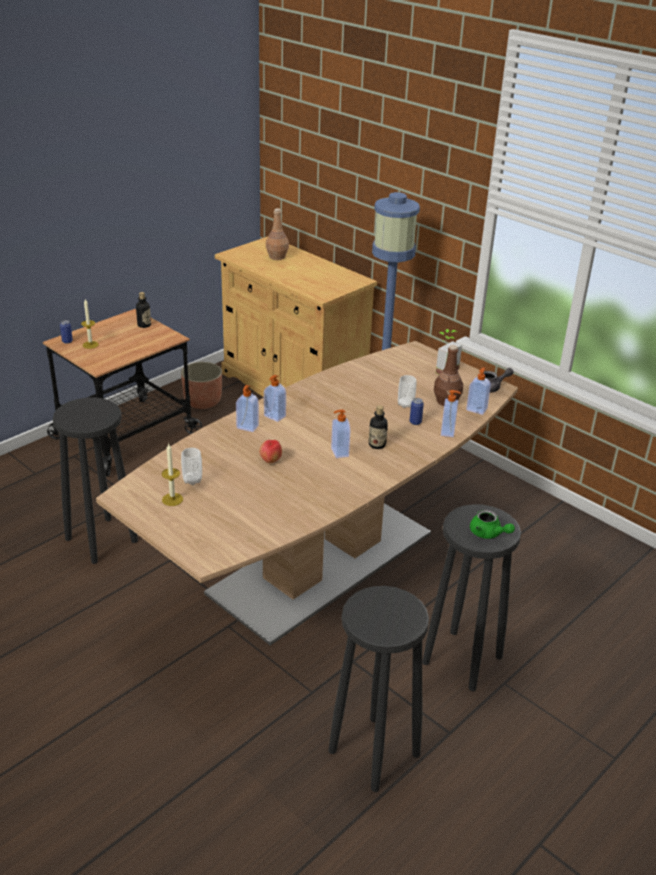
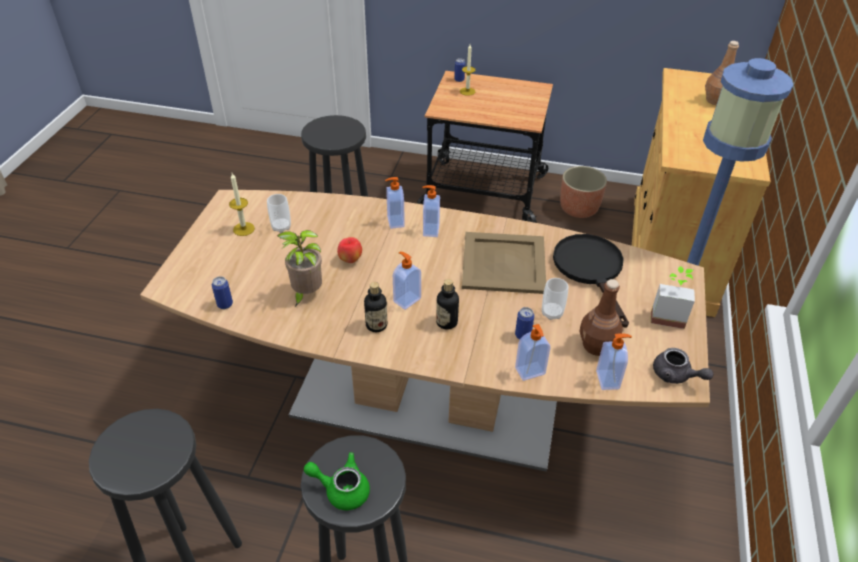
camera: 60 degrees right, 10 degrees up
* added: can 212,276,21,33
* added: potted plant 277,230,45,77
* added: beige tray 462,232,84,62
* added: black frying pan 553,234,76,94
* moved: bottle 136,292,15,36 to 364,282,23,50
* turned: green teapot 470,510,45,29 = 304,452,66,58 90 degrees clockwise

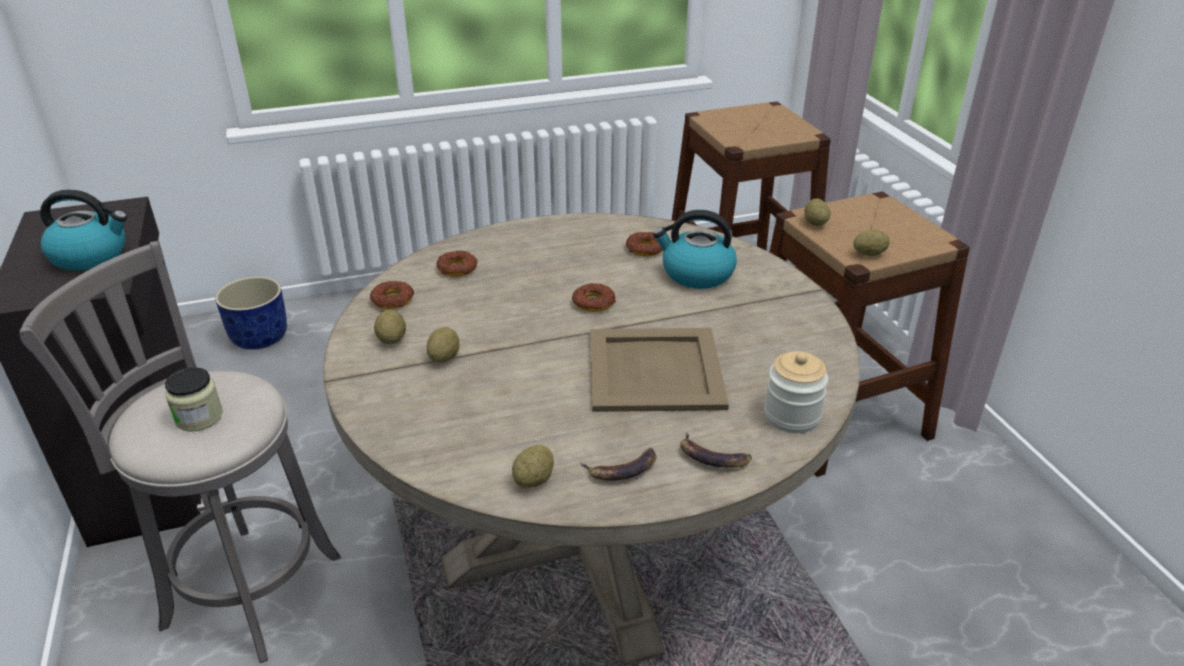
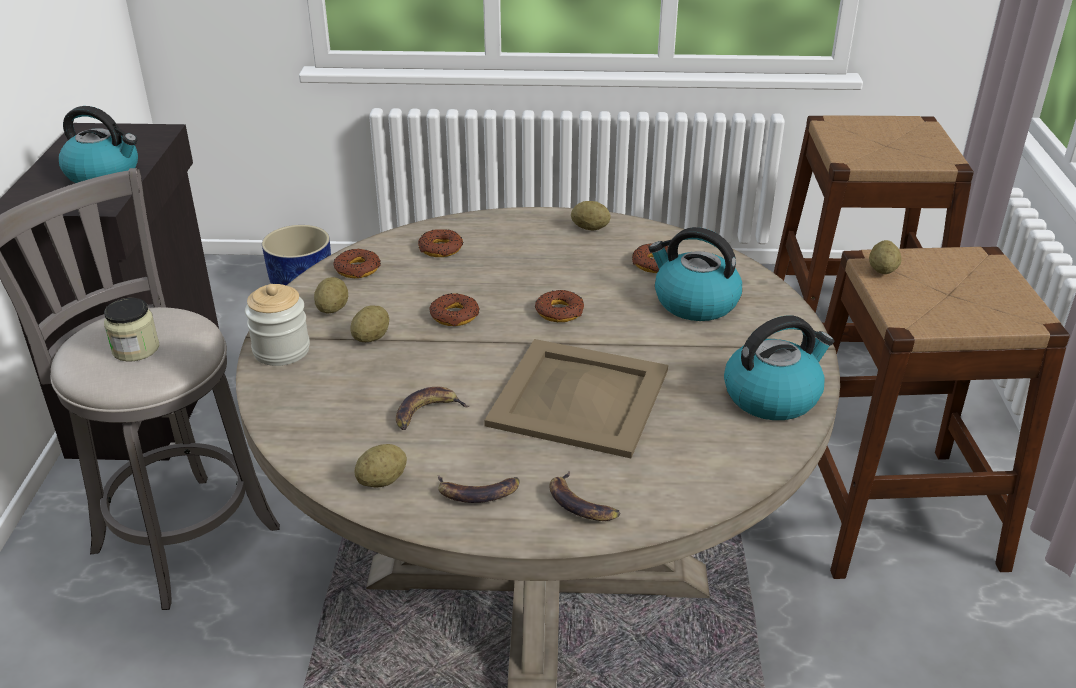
camera: 20 degrees right, 0 degrees up
* added: banana 396,387,73,43
* added: donut 429,293,51,33
* added: kettle 724,315,110,105
* moved: jar 764,351,64,82 to 245,284,65,82
* moved: potato 853,230,37,26 to 571,201,39,30

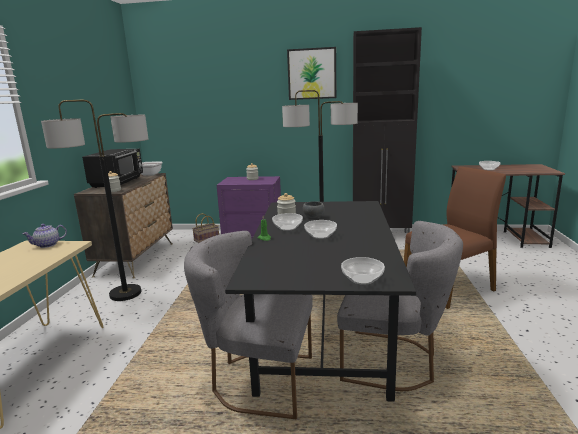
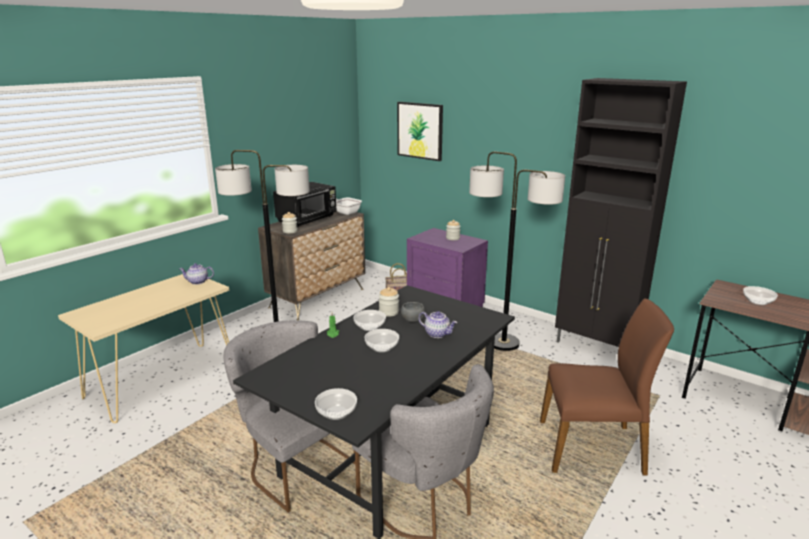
camera: 30 degrees right, 5 degrees up
* added: teapot 419,311,38,27
* moved: picture 287,47,49,53 to 397,102,46,59

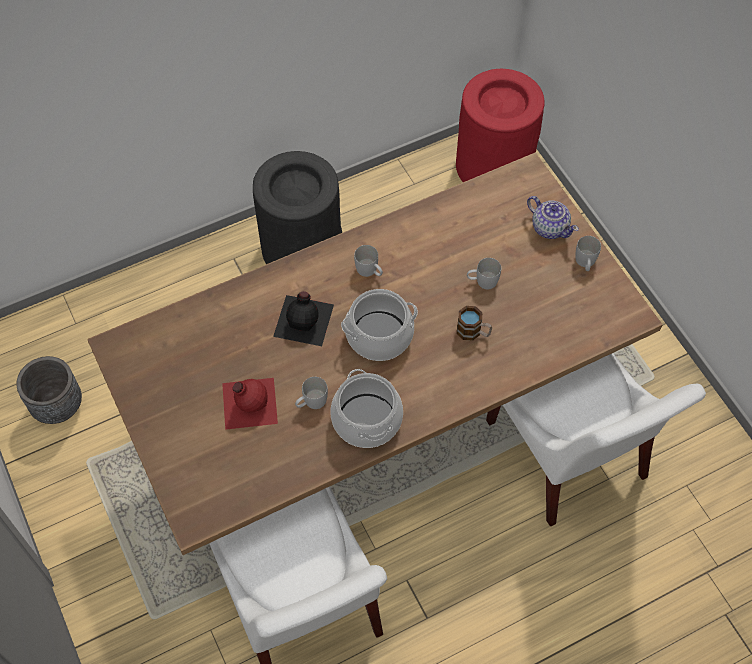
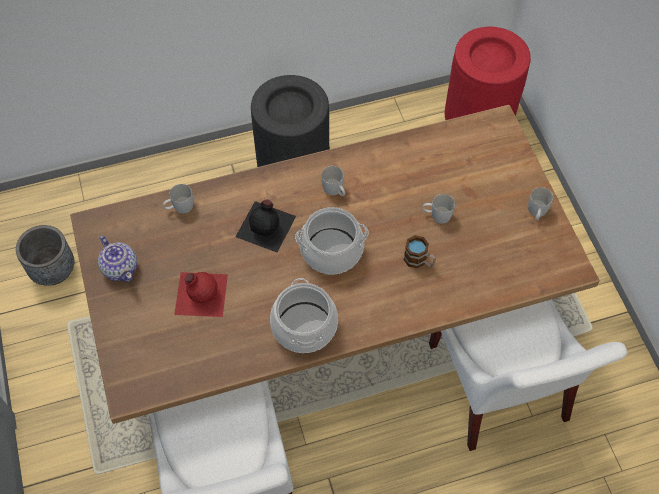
camera: 10 degrees right, 0 degrees up
* moved: white mug 295,377,33,32 to 163,184,30,29
* moved: teapot 527,196,52,43 to 98,235,39,47

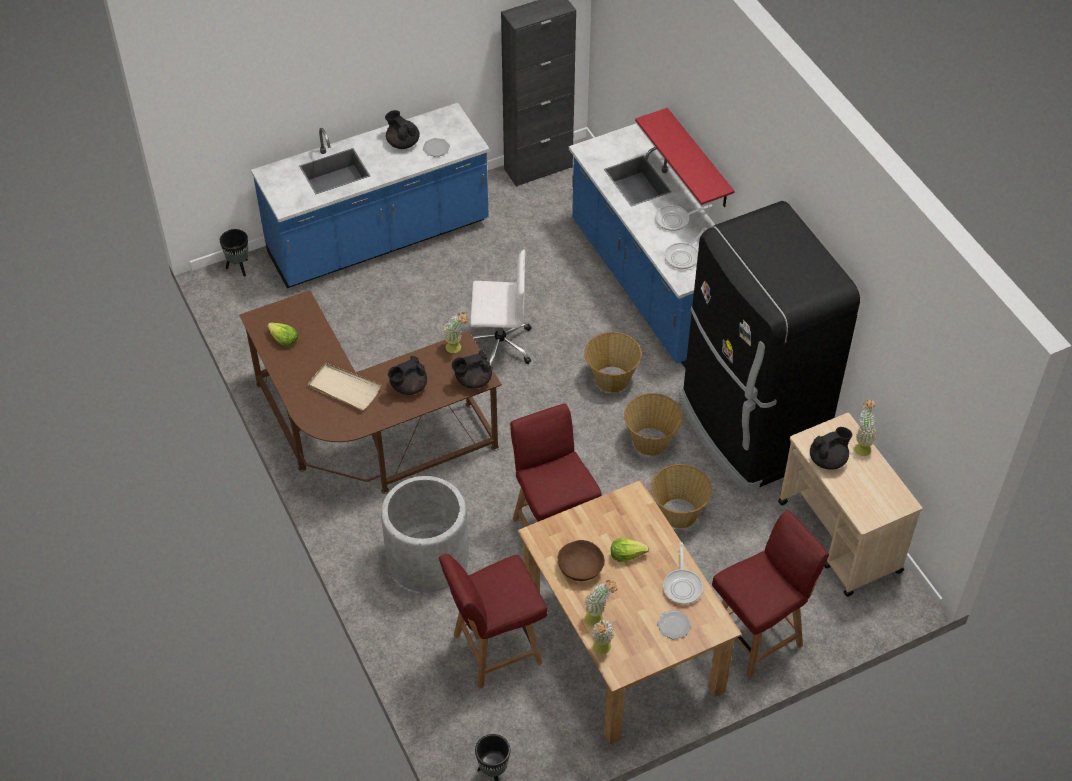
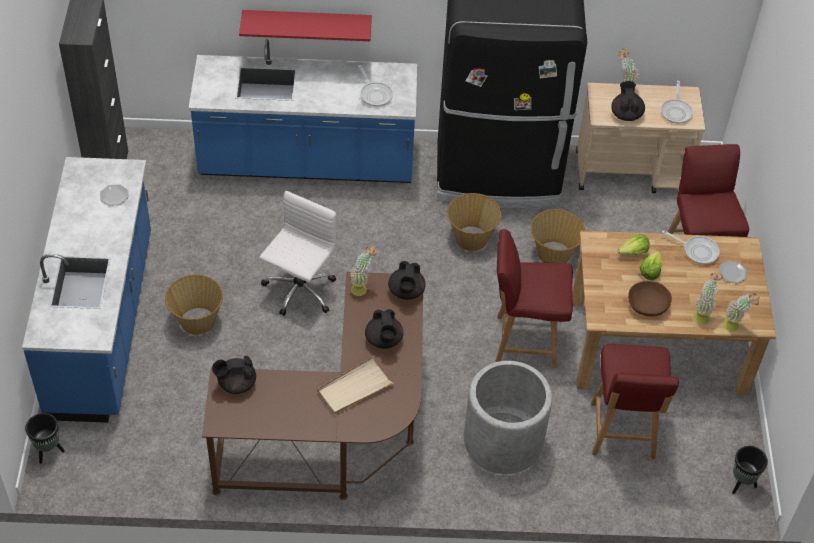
camera: 65 degrees left, 0 degrees up
* moved: lettuce 267,323,31,23 to 618,234,32,21
* moved: black teapot 385,110,35,39 to 212,356,44,38
* moved: basket 584,332,58,61 to 165,275,58,60
* moved: frying pan 655,204,57,27 to 661,81,32,43

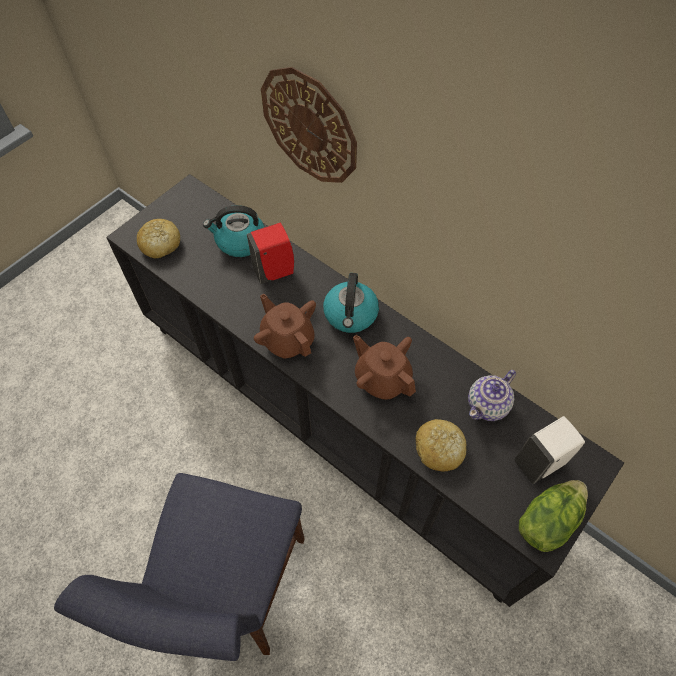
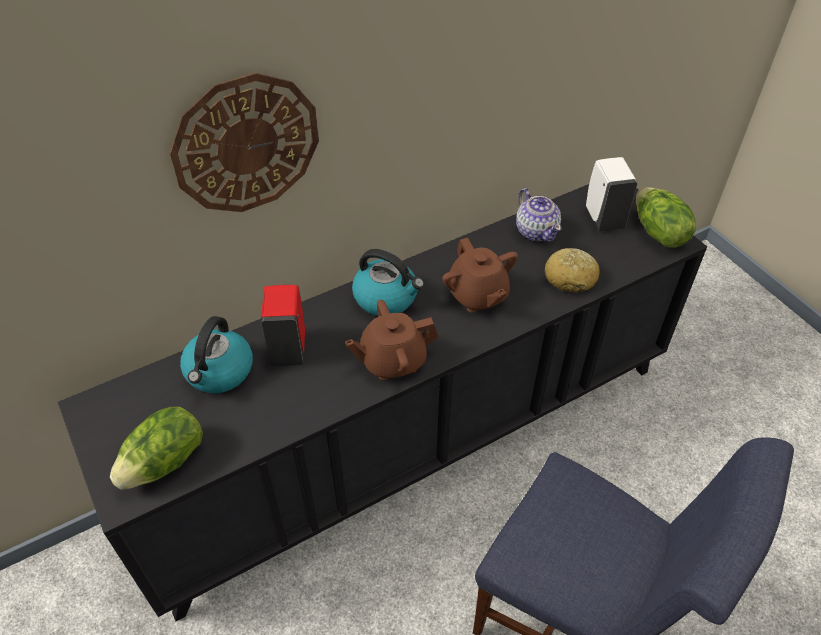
camera: 70 degrees left, 10 degrees down
* replaced: bread 137,219,43,39 to lettuce 110,407,93,83
* turned: brown teapot 353,335,63,64 = 442,238,76,74 90 degrees counterclockwise

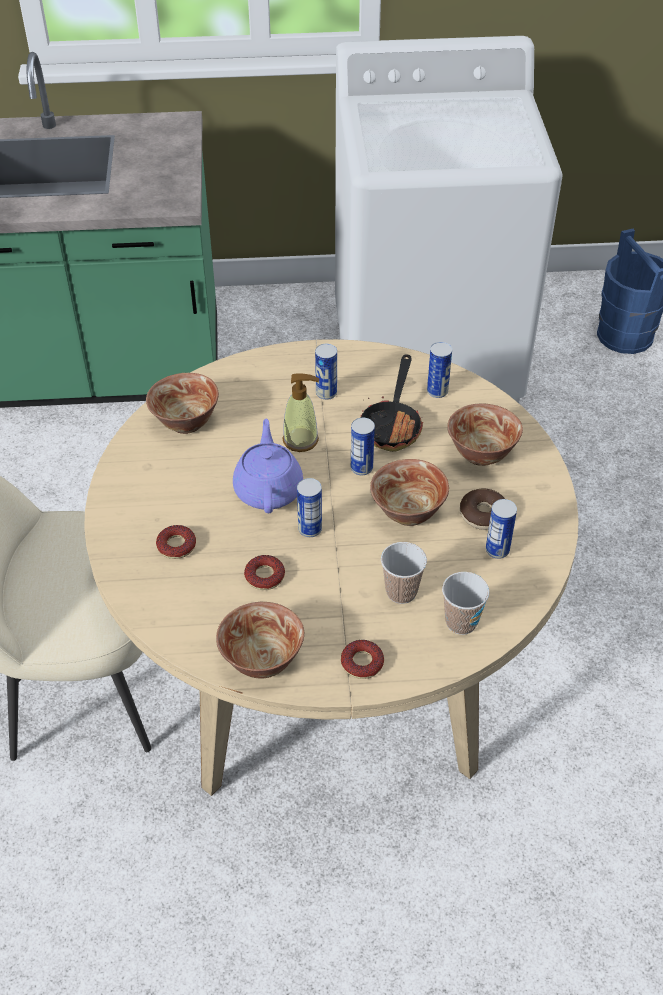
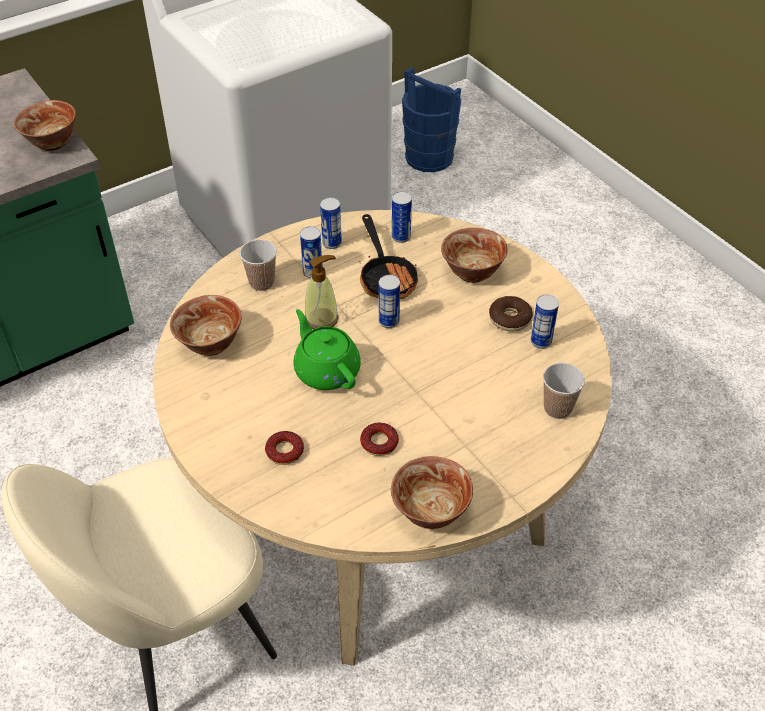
camera: 30 degrees left, 0 degrees up
* removed: donut 341,640,43,39
* moved: can 297,478,25,59 to 320,197,22,52
* moved: bowl 370,459,79,67 to 14,100,62,51
* moved: cup 381,542,46,62 to 240,239,37,52
* recoloured: purple teapot 233,419,70,94 to green teapot 293,309,68,81

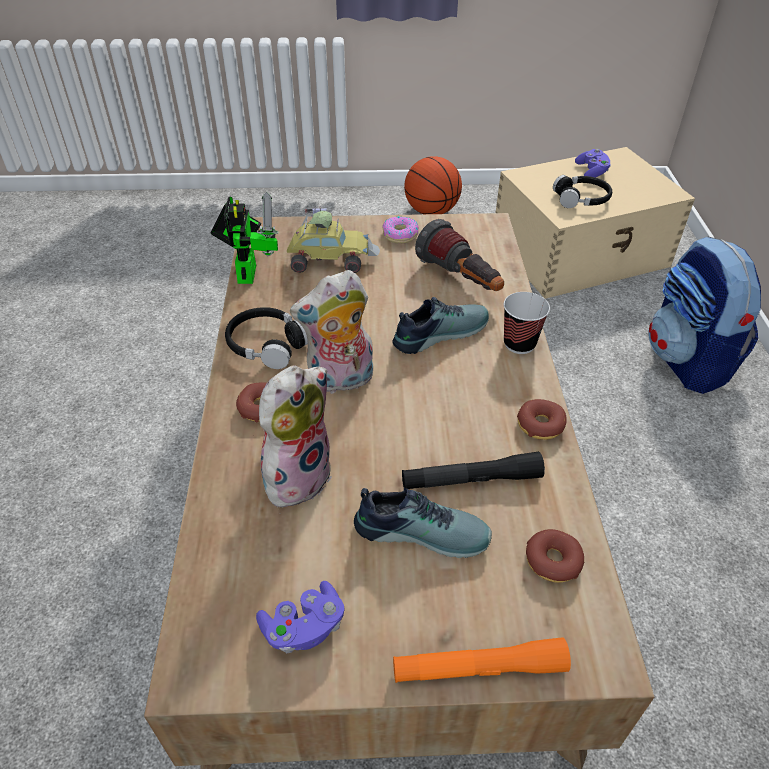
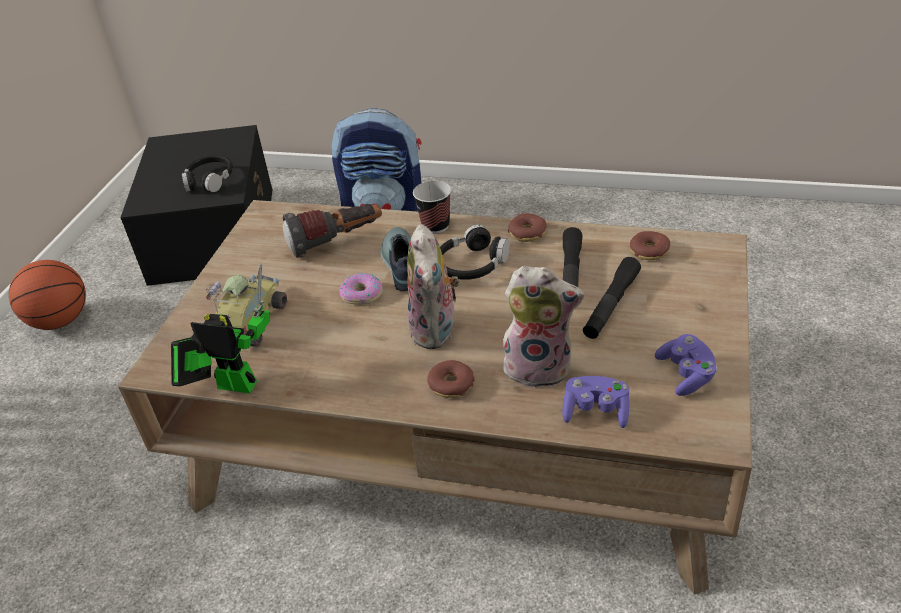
camera: 70 degrees left, 5 degrees down
* removed: orange flashlight 393,637,178,46
* moved: black headphones 225,307,83,62 to 440,224,70,56
* moved: donut 382,216,37,28 to 340,273,43,32
* moved: purple game controller 575,149,36,29 to 562,376,67,52
* replaced: shoe 354,488,138,70 to black flashlight 583,257,58,82
* recoloured: beige storage box 496,147,199,152 to black storage box 120,125,152,161
* turned: plush toy 259,365,73,144 = 501,266,83,122 135 degrees clockwise

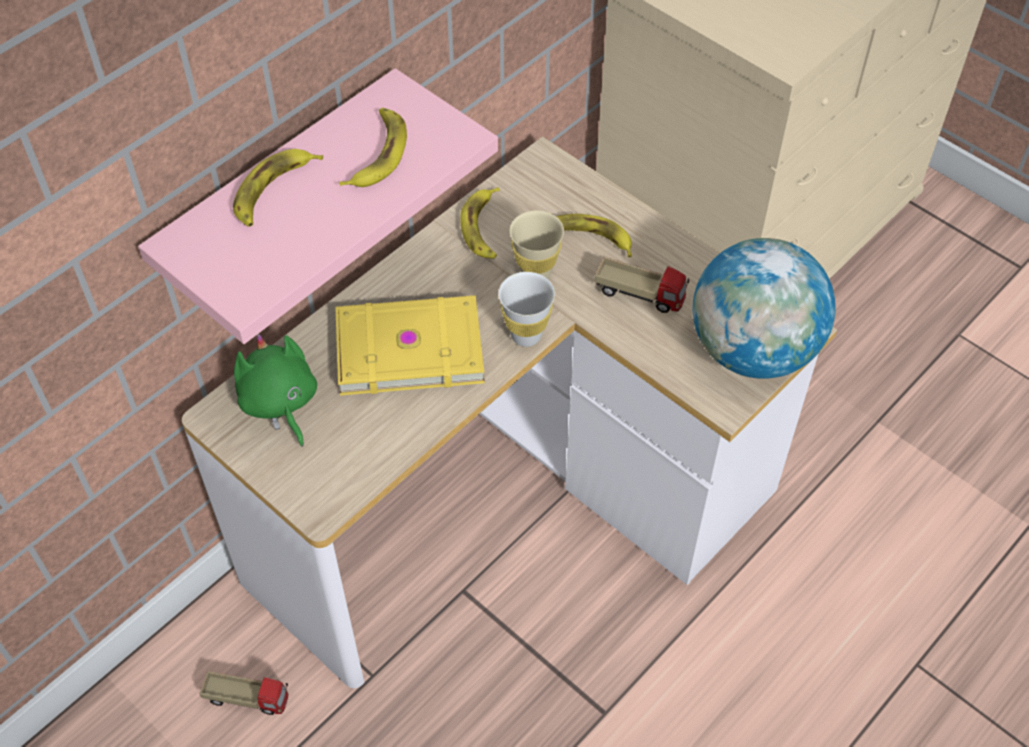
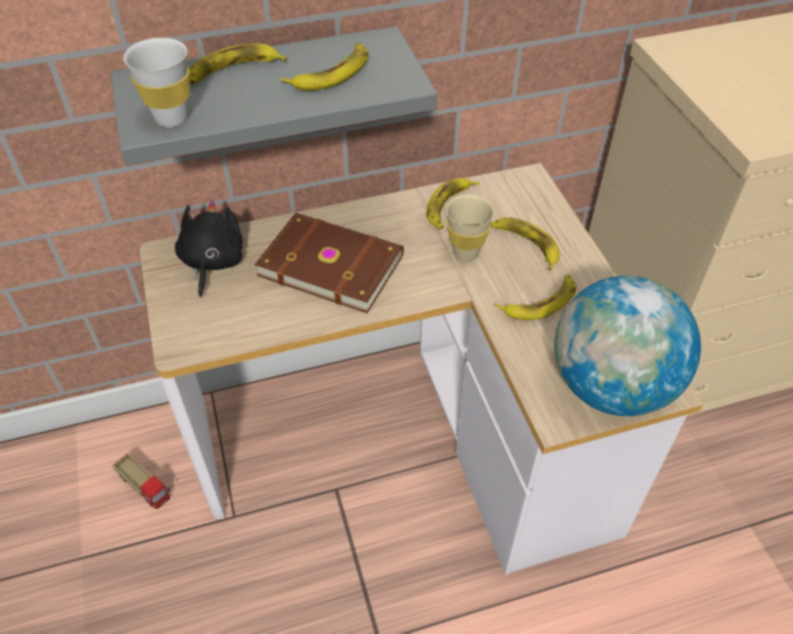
camera: 30 degrees right, 5 degrees down
* moved: white cup 499,272,56,75 to 124,38,66,90
* replaced: toy truck 594,257,95,56 to banana 495,274,81,46
* recoloured: pink shelf 138,68,360,276 to grey shelf 111,26,326,139
* recoloured: green plush toy 234,334,83,113 to black plush toy 175,200,67,98
* recoloured: yellow book 335,295,150,101 to brown book 255,213,149,100

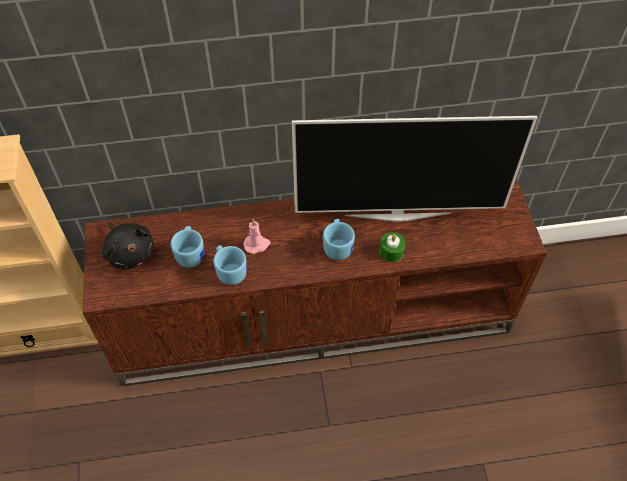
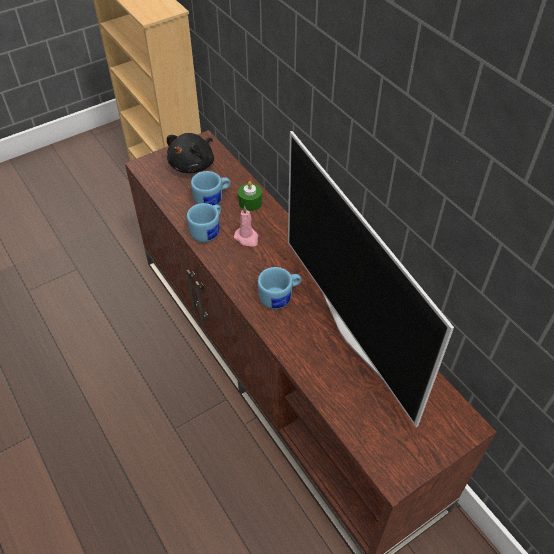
camera: 65 degrees right, 5 degrees down
* moved: green candle 379,232,27,30 to 238,181,24,30

